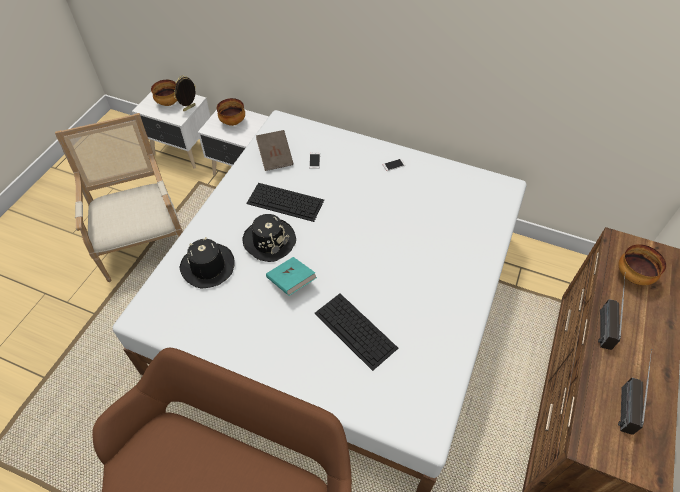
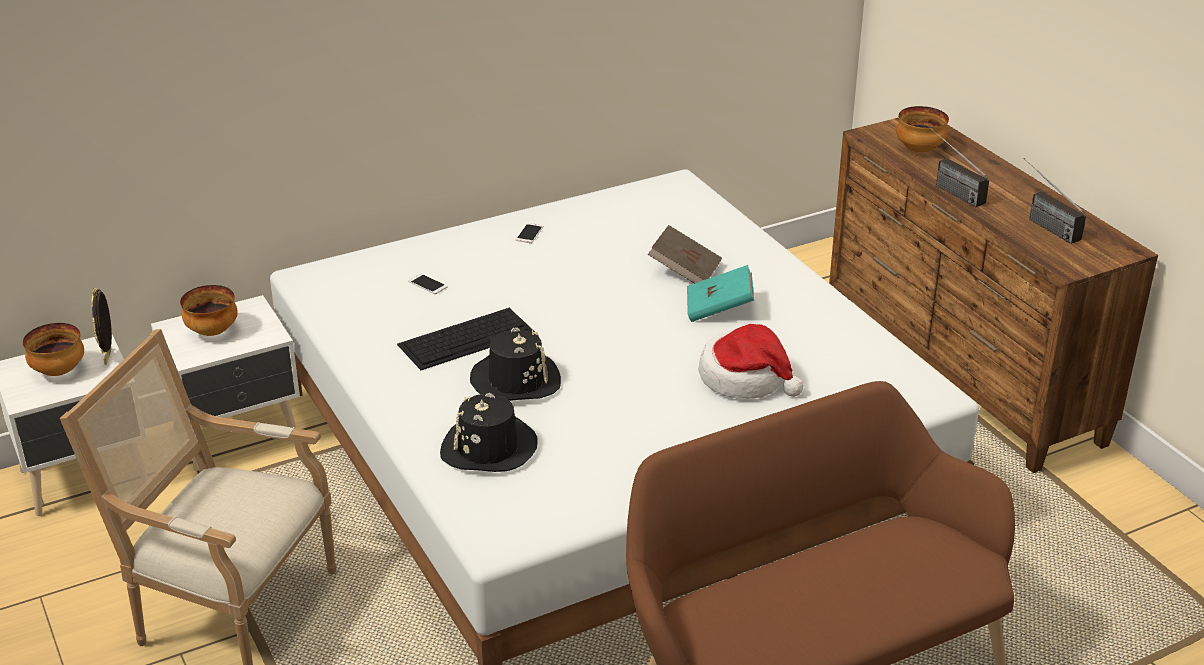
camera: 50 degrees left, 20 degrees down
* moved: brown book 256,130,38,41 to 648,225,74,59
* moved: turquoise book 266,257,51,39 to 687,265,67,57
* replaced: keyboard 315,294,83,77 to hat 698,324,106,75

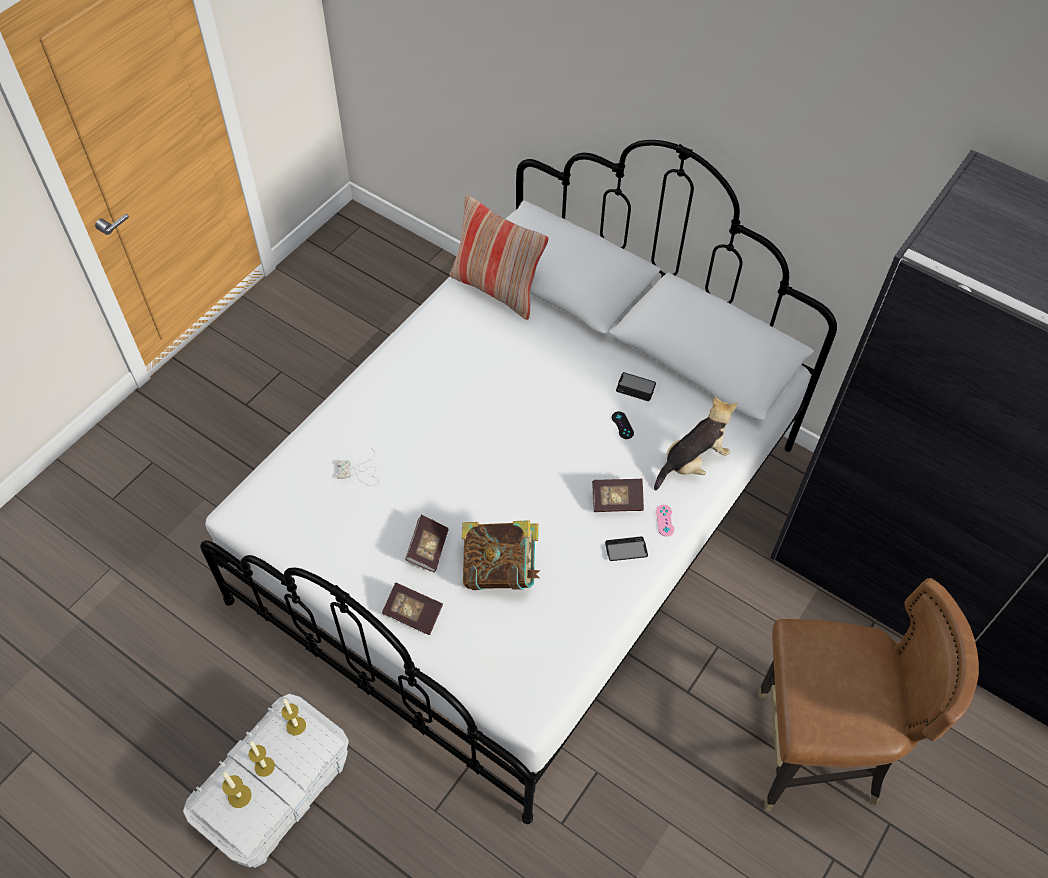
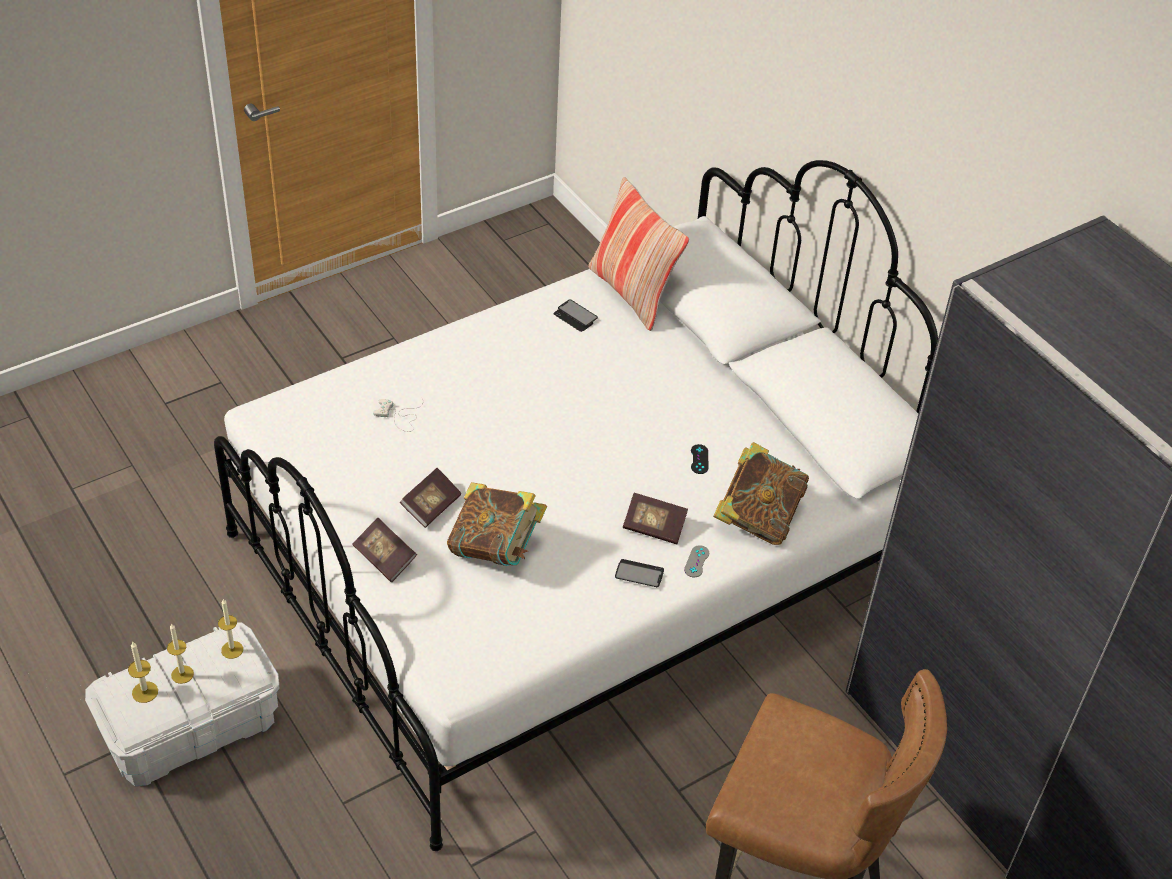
camera: 20 degrees right, 10 degrees down
* moved: phone 616,372,40,29 to 553,299,45,33
* replaced: plush toy 654,396,83,94 to book 713,442,96,103
* recoloured: pink game controller 656,505,18,32 to grey game controller 684,545,25,32

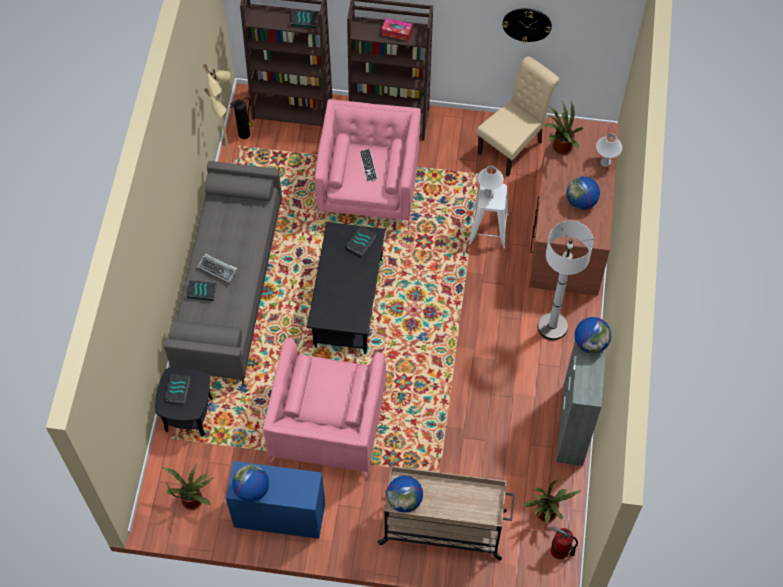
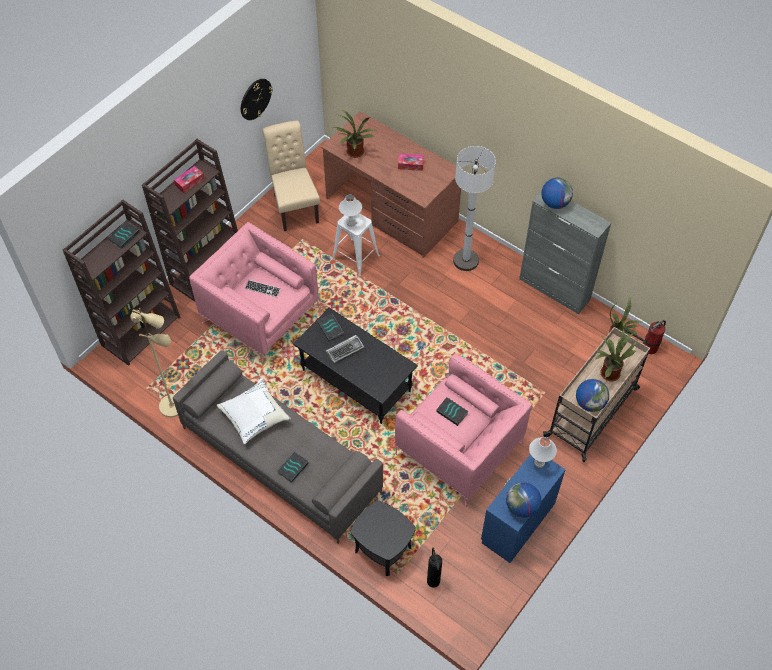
camera: 60 degrees left, 5 degrees down
* added: white pillow 217,378,74,66
* moved: potted plant 162,463,52,47 to 595,328,42,53
* moved: book 165,374,25,30 to 436,397,33,29
* moved: keyboard 197,253,41,31 to 326,335,39,29
* moved: fire extinguisher 230,97,23,42 to 427,548,15,40
* moved: white table lamp 596,133,26,34 to 529,437,28,31
* replaced: globe 566,176,34,34 to tissue box 398,154,26,17

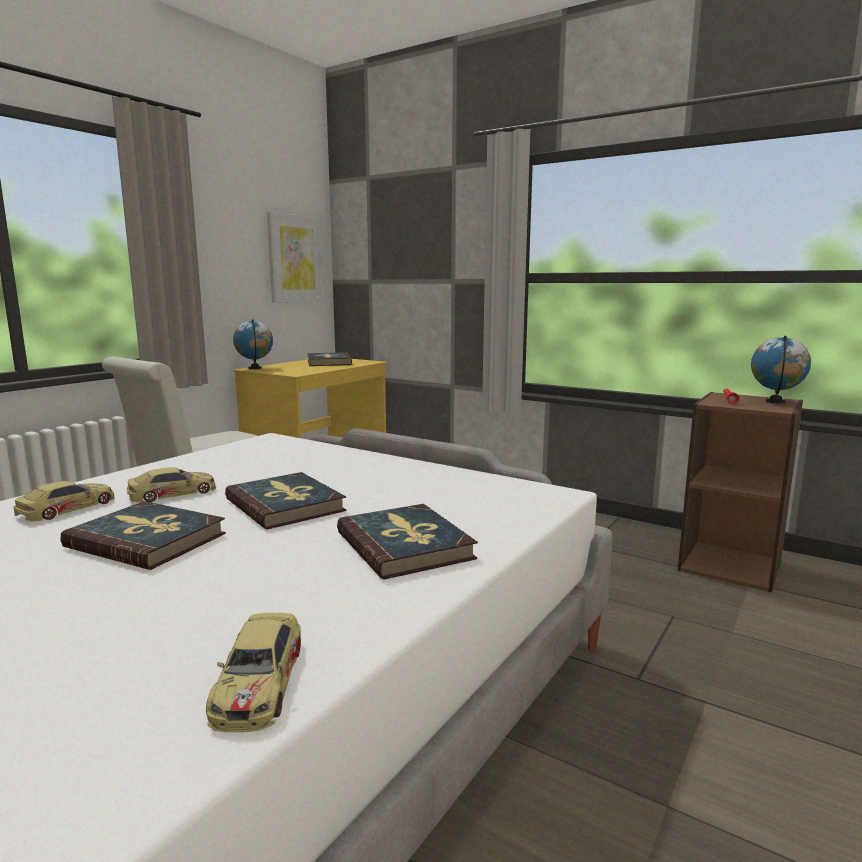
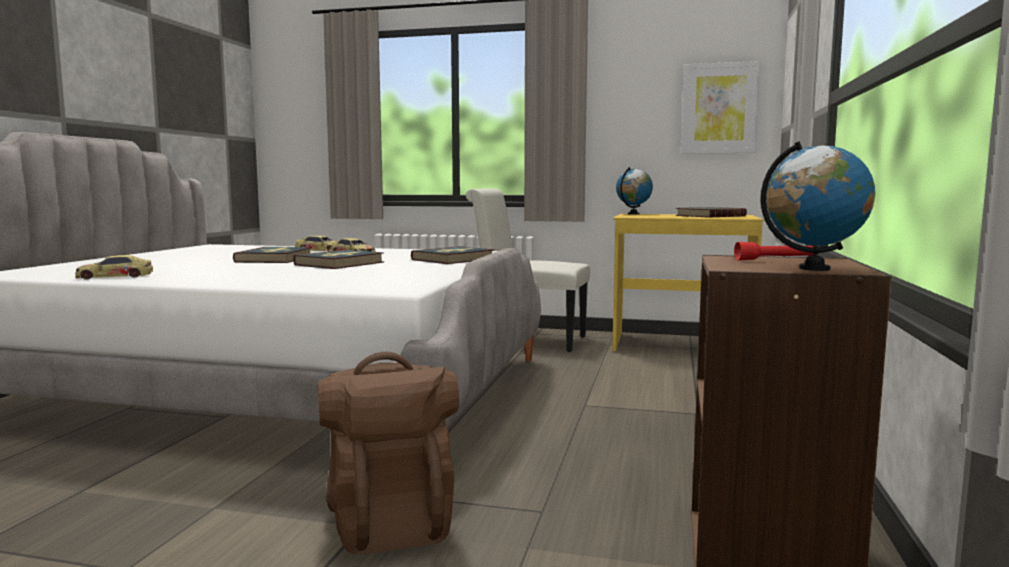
camera: 70 degrees right, 5 degrees down
* added: brown backpack 318,352,141,203
* moved: book 337,504,141,75 to 411,246,84,18

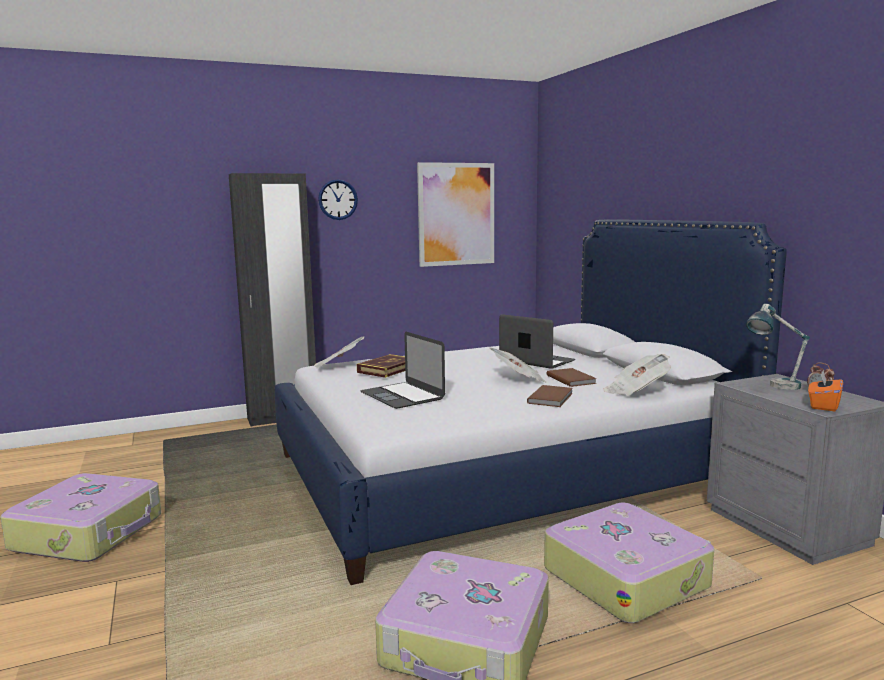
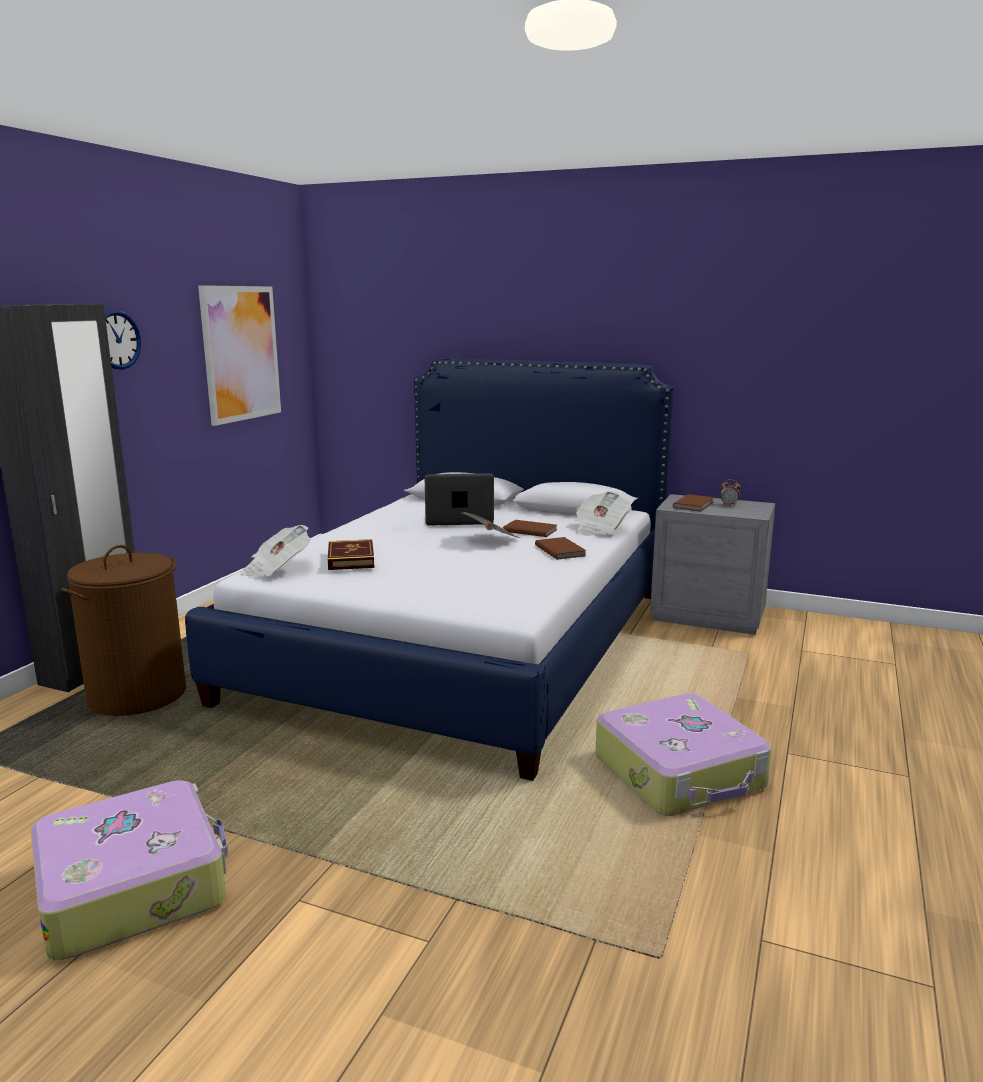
camera: 45 degrees left, 5 degrees up
* removed: laptop 361,332,84,77
* removed: suitcase 544,503,170,120
* removed: orange tissue box 808,370,35,41
* added: brown laundry basket 61,545,125,171
* replaced: table lamp 746,304,64,86 to brown book 673,494,42,17

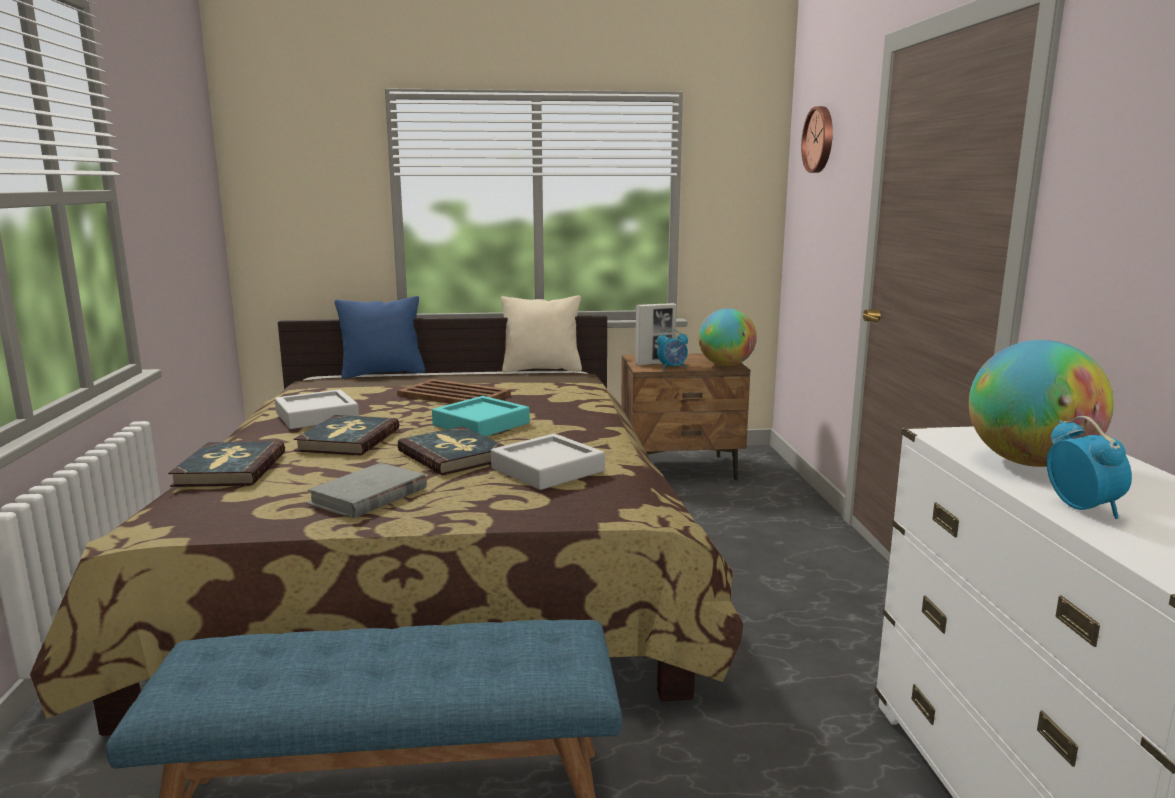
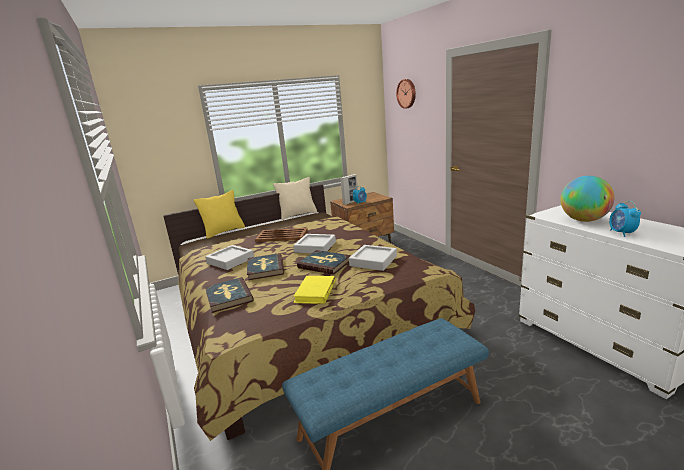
camera: 20 degrees left, 5 degrees up
* removed: globe 698,309,59,57
* recoloured: grey book 306,463,121,55 to yellow book 293,276,43,28
* recoloured: blue pillow 335,296,90,83 to yellow pillow 194,190,51,49
* recoloured: turquoise tray 432,396,98,41 to grey tray 293,234,43,19
* turned: alarm clock 1047,416,85,103 = 609,201,32,36 150 degrees counterclockwise

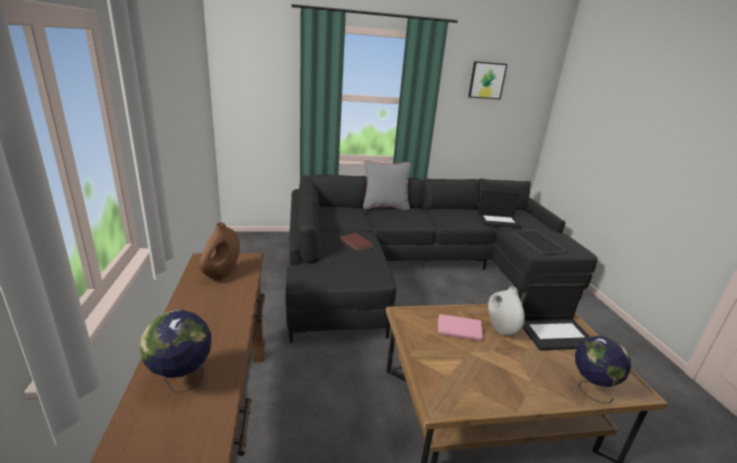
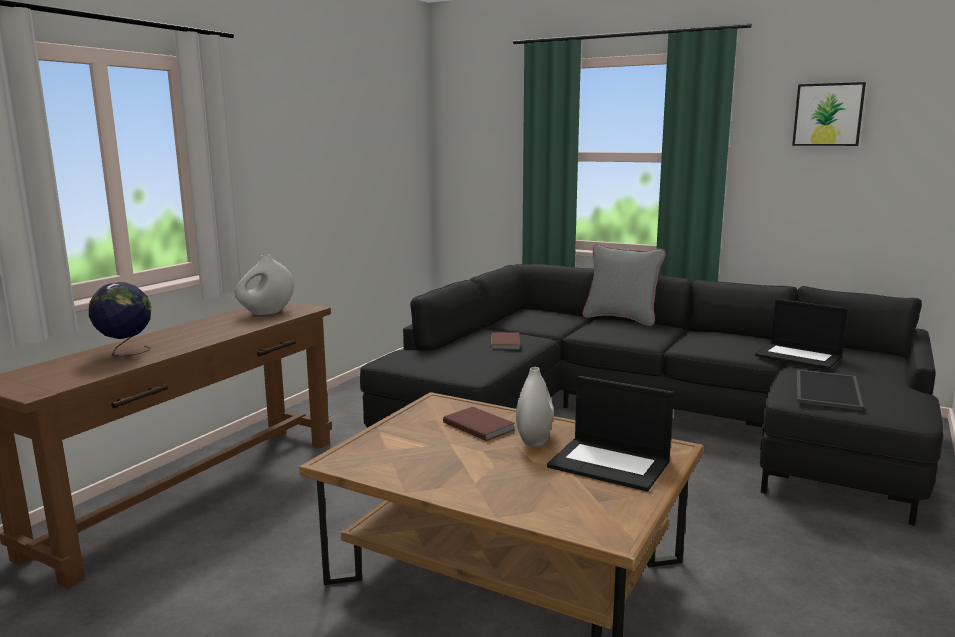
camera: 40 degrees right, 10 degrees down
* removed: globe 575,335,56,68
* recoloured: brown vase 199,222,41,58 to white vase 235,254,59,61
* recoloured: pink book 438,314,46,27 to brown book 443,407,72,34

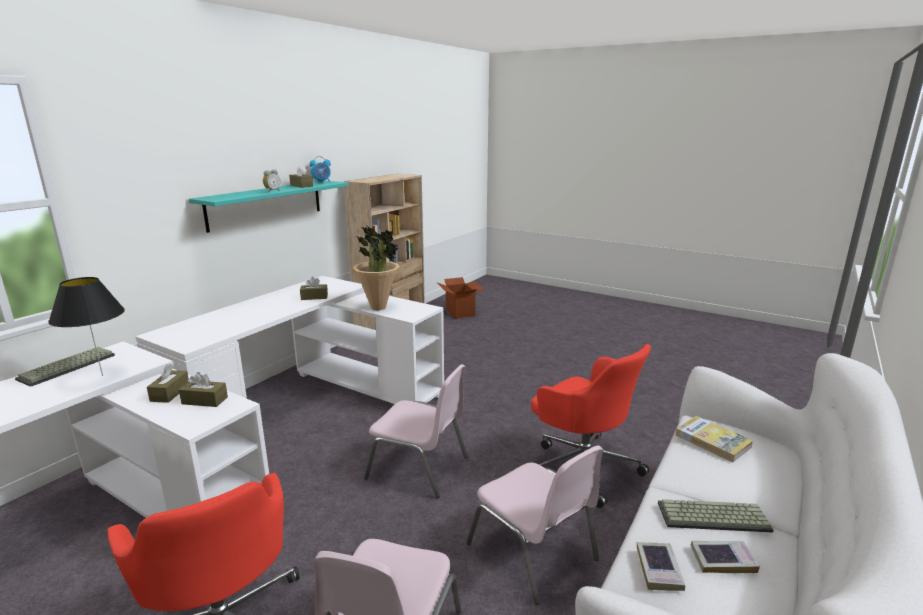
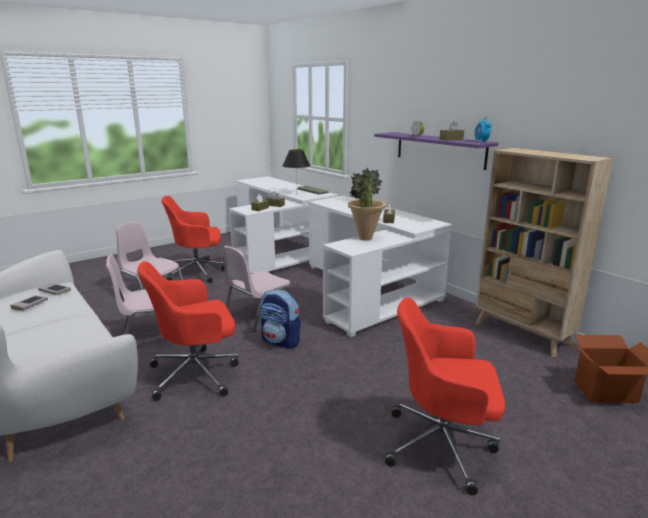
camera: 110 degrees right, 0 degrees up
* removed: keyboard 658,499,116,34
* removed: book 675,416,78,46
* added: backpack 261,290,40,59
* added: red office chair 385,297,120,198
* recoloured: turquoise shelf 189,180,160,53 to purple shelf 374,132,125,38

